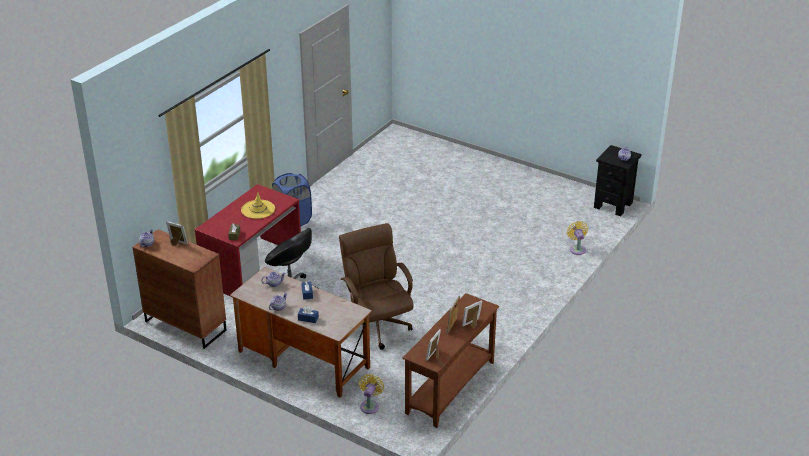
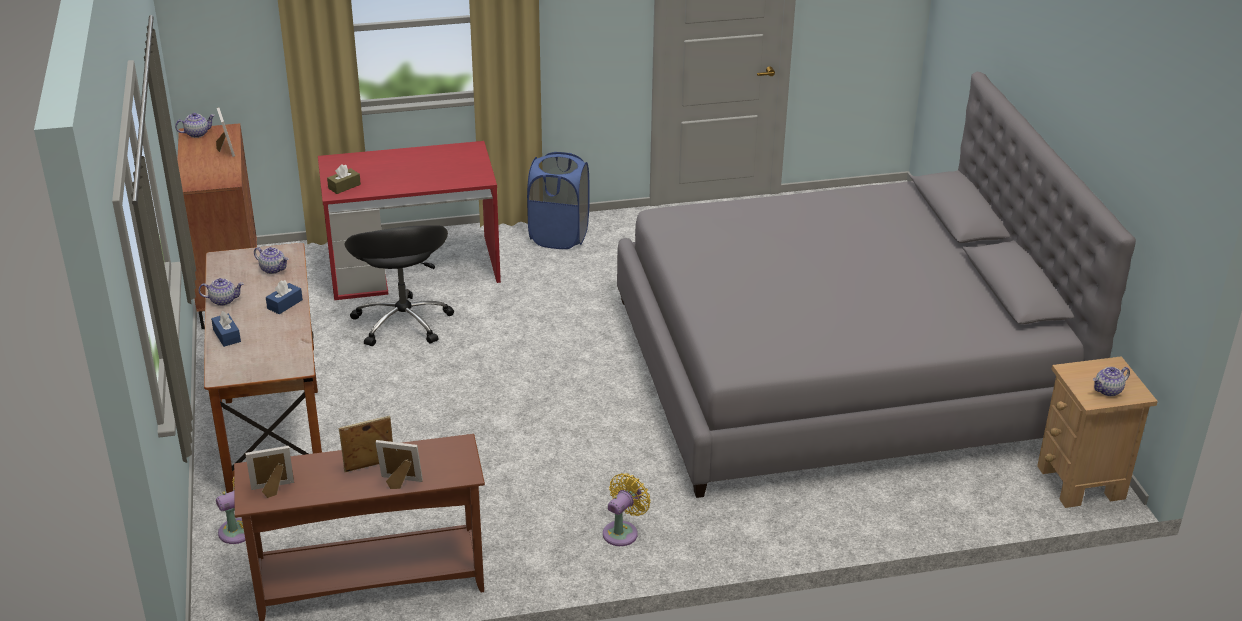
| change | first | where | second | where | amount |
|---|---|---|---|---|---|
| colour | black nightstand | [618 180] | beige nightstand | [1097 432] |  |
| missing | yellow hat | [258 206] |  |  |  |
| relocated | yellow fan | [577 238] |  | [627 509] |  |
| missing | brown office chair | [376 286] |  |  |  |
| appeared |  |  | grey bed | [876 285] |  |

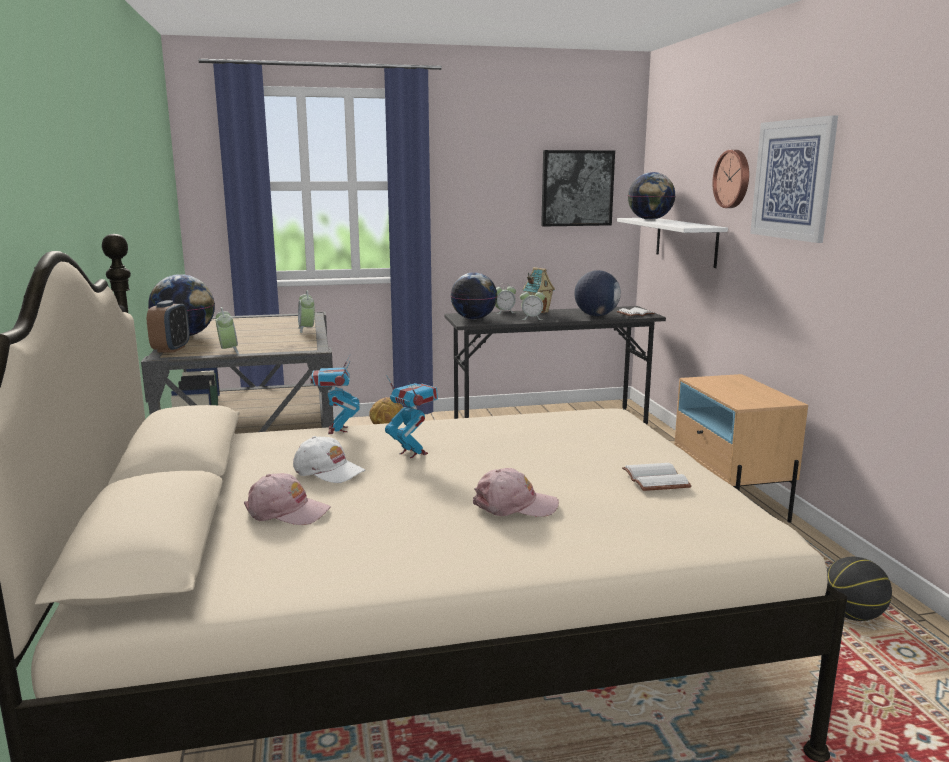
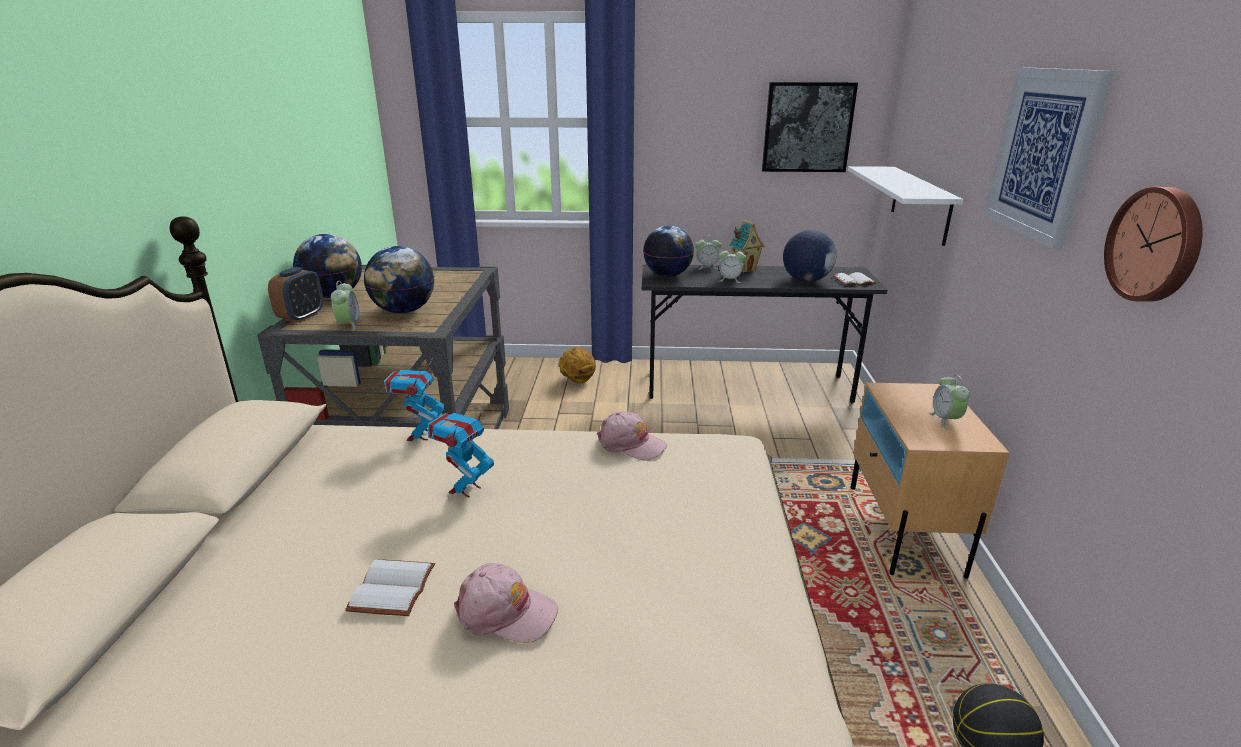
| change | first | where | second | where | amount |
|---|---|---|---|---|---|
| relocated | wall clock | [731 179] |  | [1153 244] |  |
| relocated | globe | [651 196] |  | [399 280] |  |
| relocated | alarm clock | [306 311] |  | [949 402] |  |
| spun | toy robot | [411 416] |  | [461 451] | 120 degrees counterclockwise |
| missing | white cap | [329 459] |  |  |  |
| relocated | white book | [657 477] |  | [390 587] |  |
| relocated | pink cap | [287 499] |  | [632 436] |  |

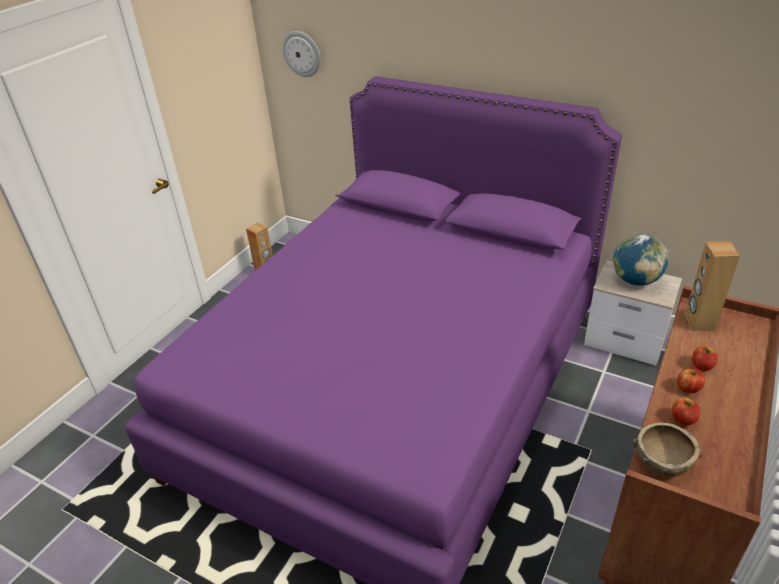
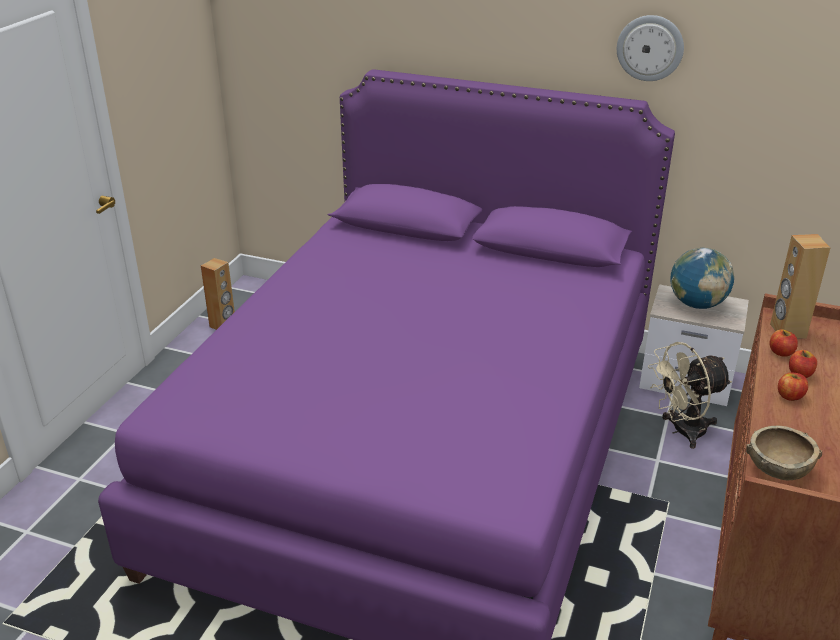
| change | first | where | second | where | amount |
|---|---|---|---|---|---|
| relocated | wall clock | [301 54] |  | [650 48] |  |
| relocated | apple | [686 411] |  | [784 343] |  |
| appeared |  |  | beige fan | [690 395] |  |

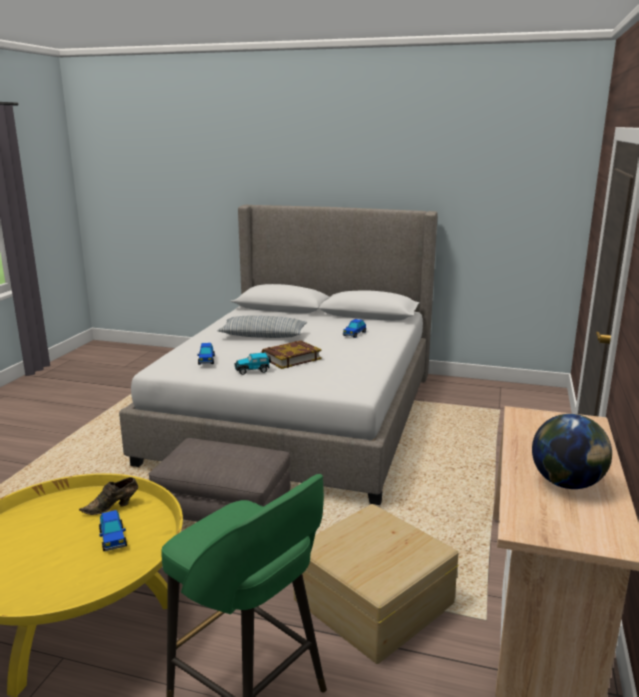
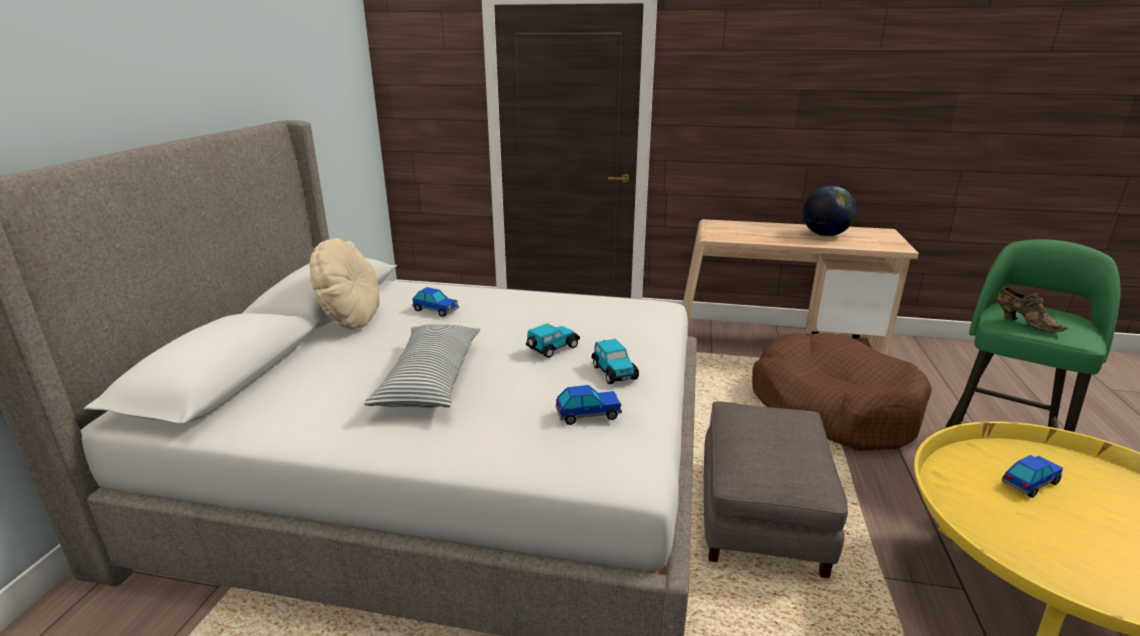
| change | first | where | second | where | amount |
|---|---|---|---|---|---|
| exchanged | book | [291 354] | toy car | [553 341] |  |
| relocated | brown shoe | [108 496] |  | [1032 309] |  |
| exchanged | beige storage box | [376 584] | brown dog bed | [842 392] |  |
| appeared |  |  | beige pillow | [345 284] |  |

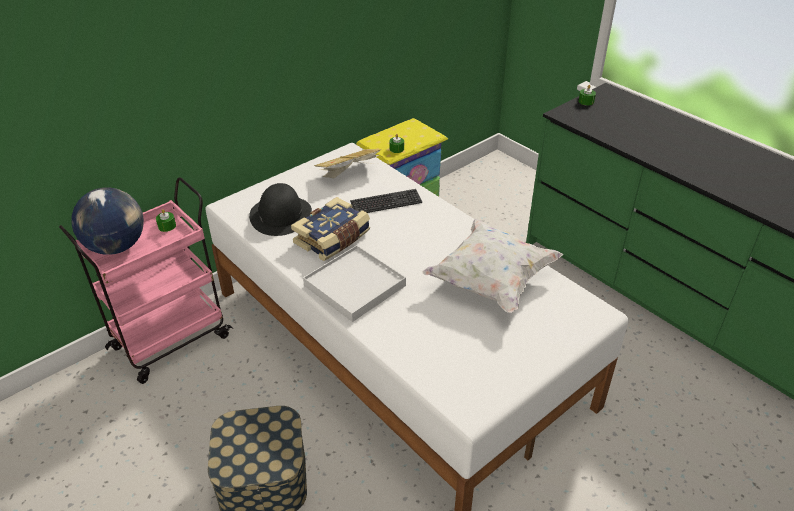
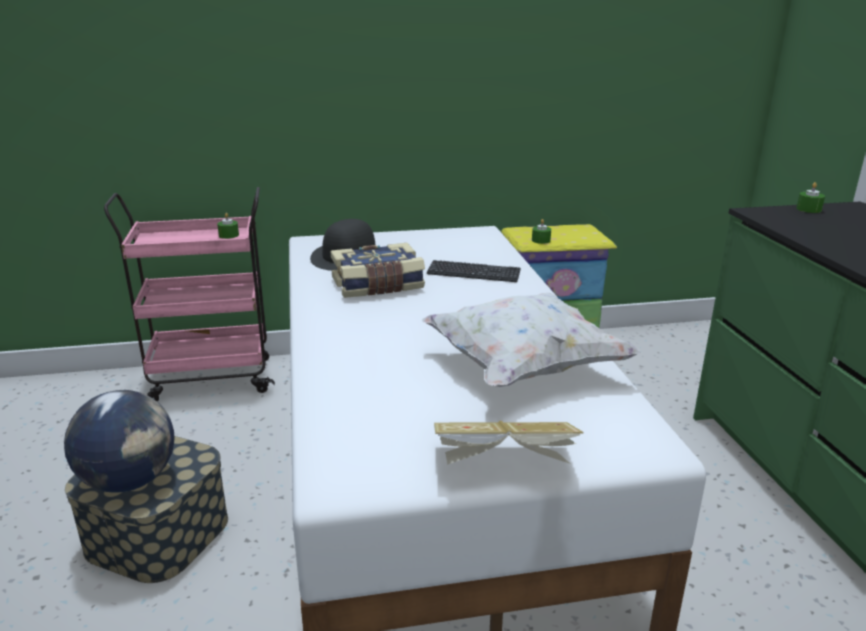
| change | first | where | second | where | amount |
|---|---|---|---|---|---|
| relocated | book | [347 163] |  | [509 443] |  |
| relocated | globe | [107 221] |  | [119 441] |  |
| missing | white tray | [354 283] |  |  |  |

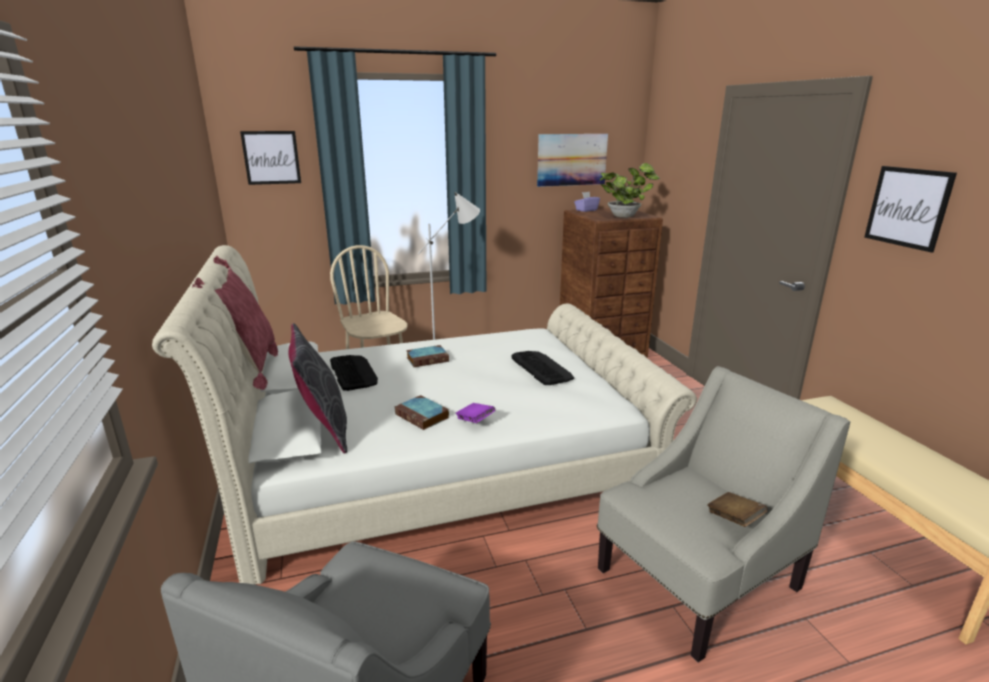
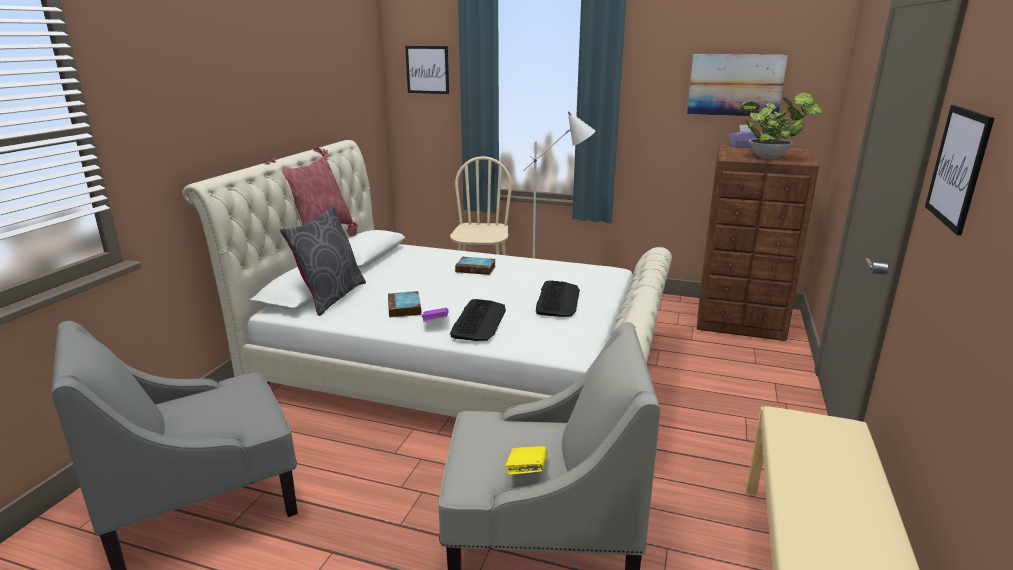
| change | first | where | second | where | amount |
|---|---|---|---|---|---|
| relocated | keyboard | [354 373] |  | [478 320] |  |
| colour | brown book | [737 509] | yellow book | [526 460] |  |

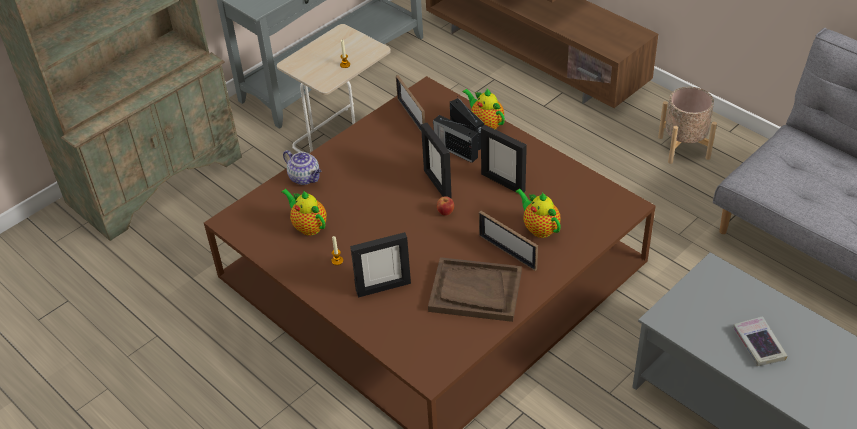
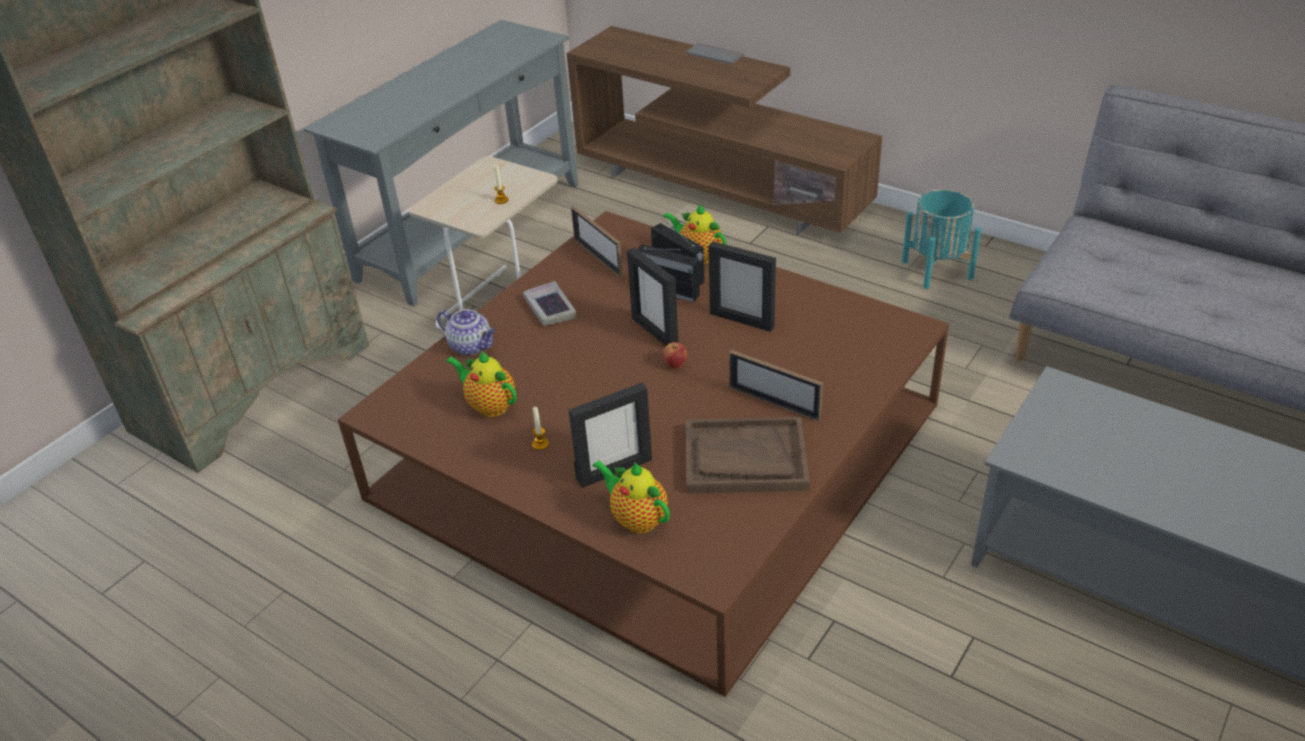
| change | first | where | second | where | amount |
|---|---|---|---|---|---|
| colour | beige planter | [687 125] | turquoise planter | [941 239] |  |
| relocated | teapot | [538 213] |  | [631 496] |  |
| relocated | book | [760 341] |  | [550 303] |  |

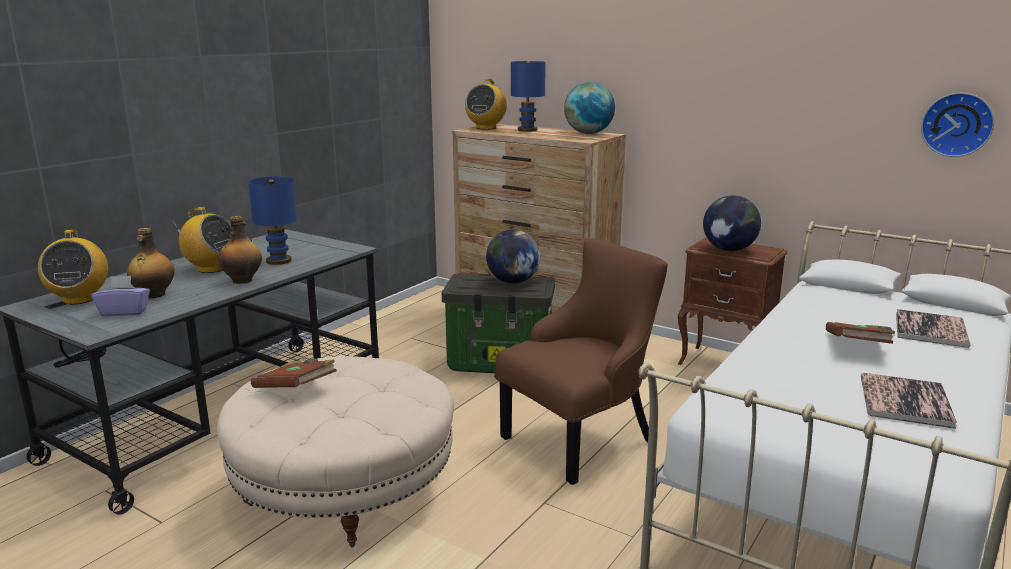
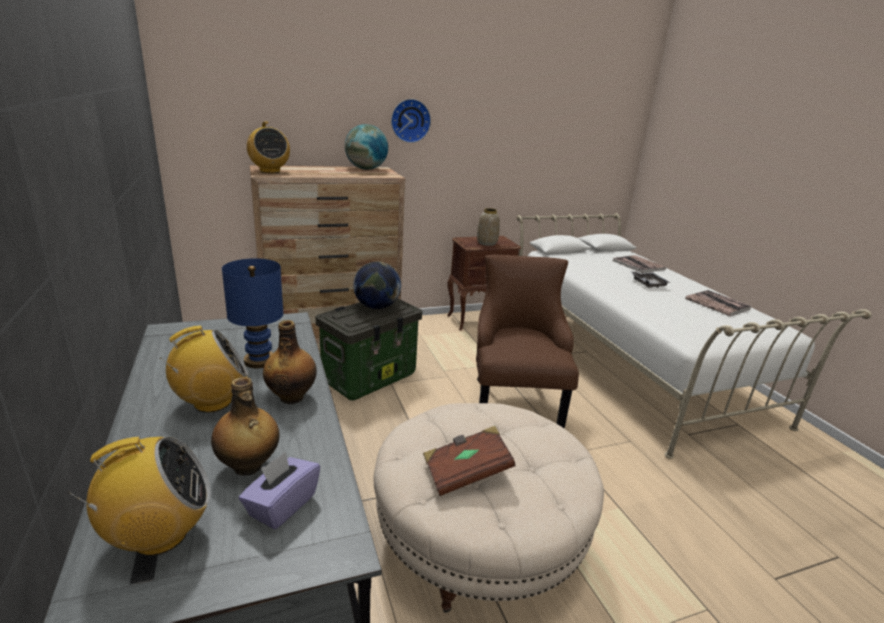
| change | first | where | second | where | amount |
|---|---|---|---|---|---|
| missing | blue table lamp | [528 96] |  |  |  |
| relocated | wall clock | [957 125] |  | [411 121] |  |
| exchanged | globe | [732 223] | vase | [488 227] |  |
| spun | radio | [73 267] |  | [139 496] | 45 degrees counterclockwise |
| exchanged | brown book | [860 333] | grey tray | [650 279] |  |

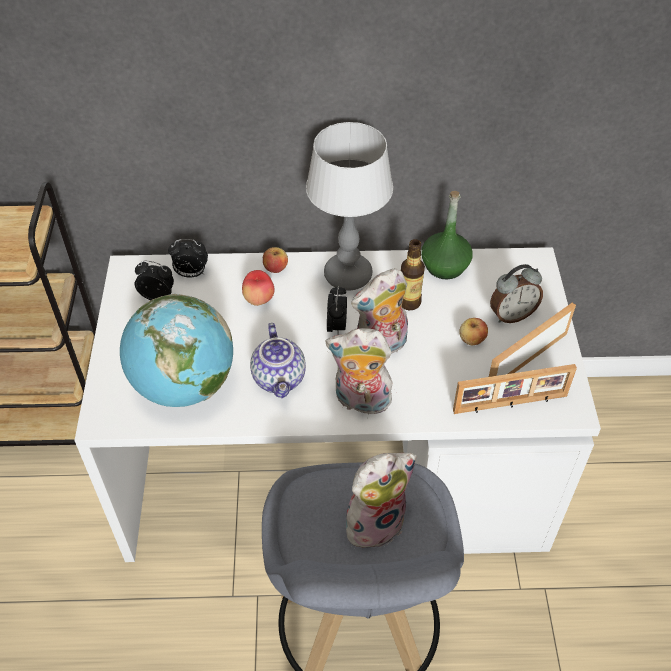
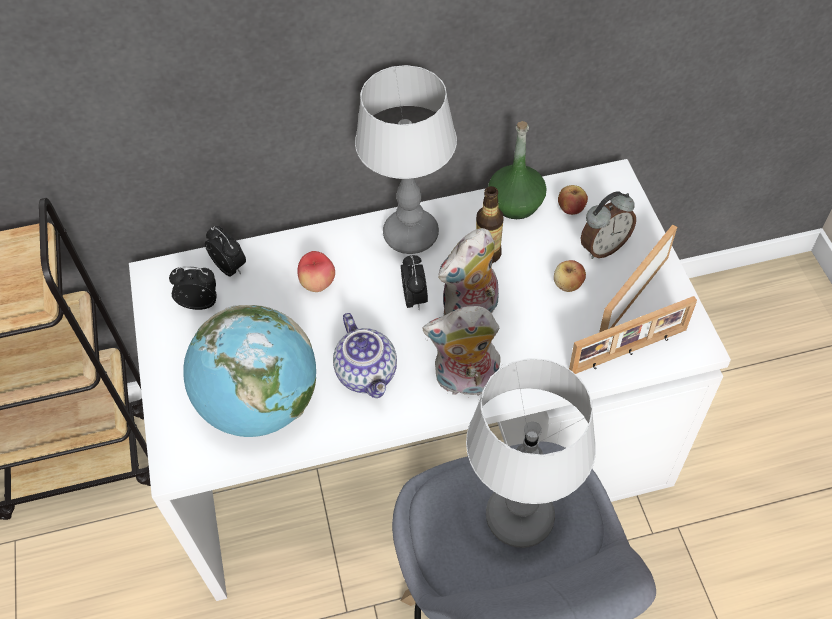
| change | first | where | second | where | amount |
|---|---|---|---|---|---|
| spun | alarm clock | [188 258] |  | [225 251] | 120 degrees counterclockwise |
| relocated | apple | [275 260] |  | [573 200] |  |
| exchanged | plush toy | [381 500] | table lamp | [531 453] |  |

